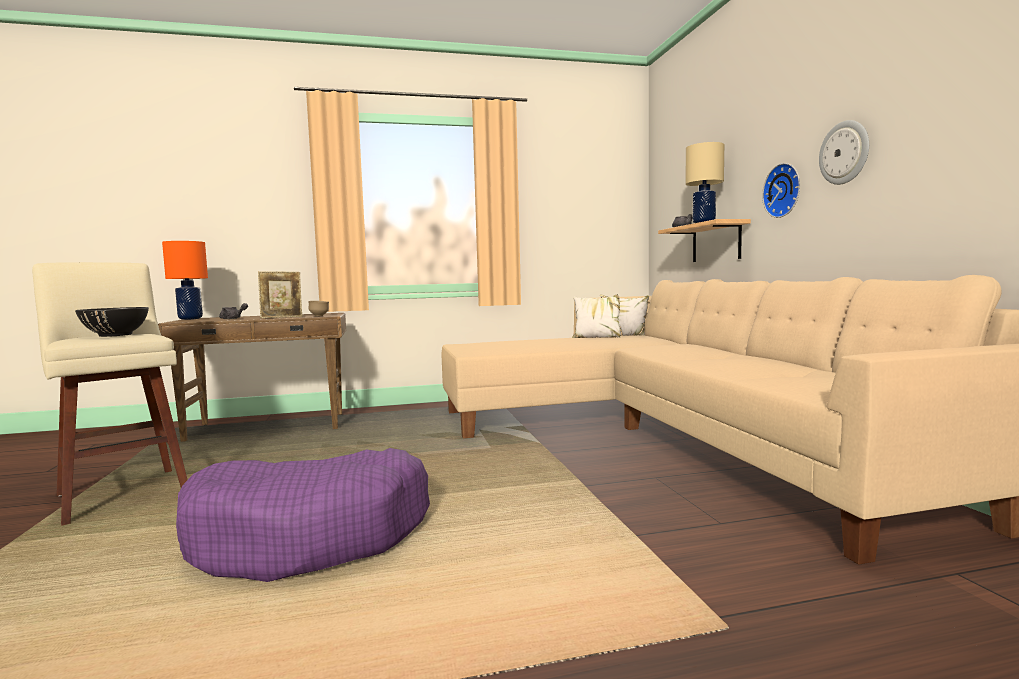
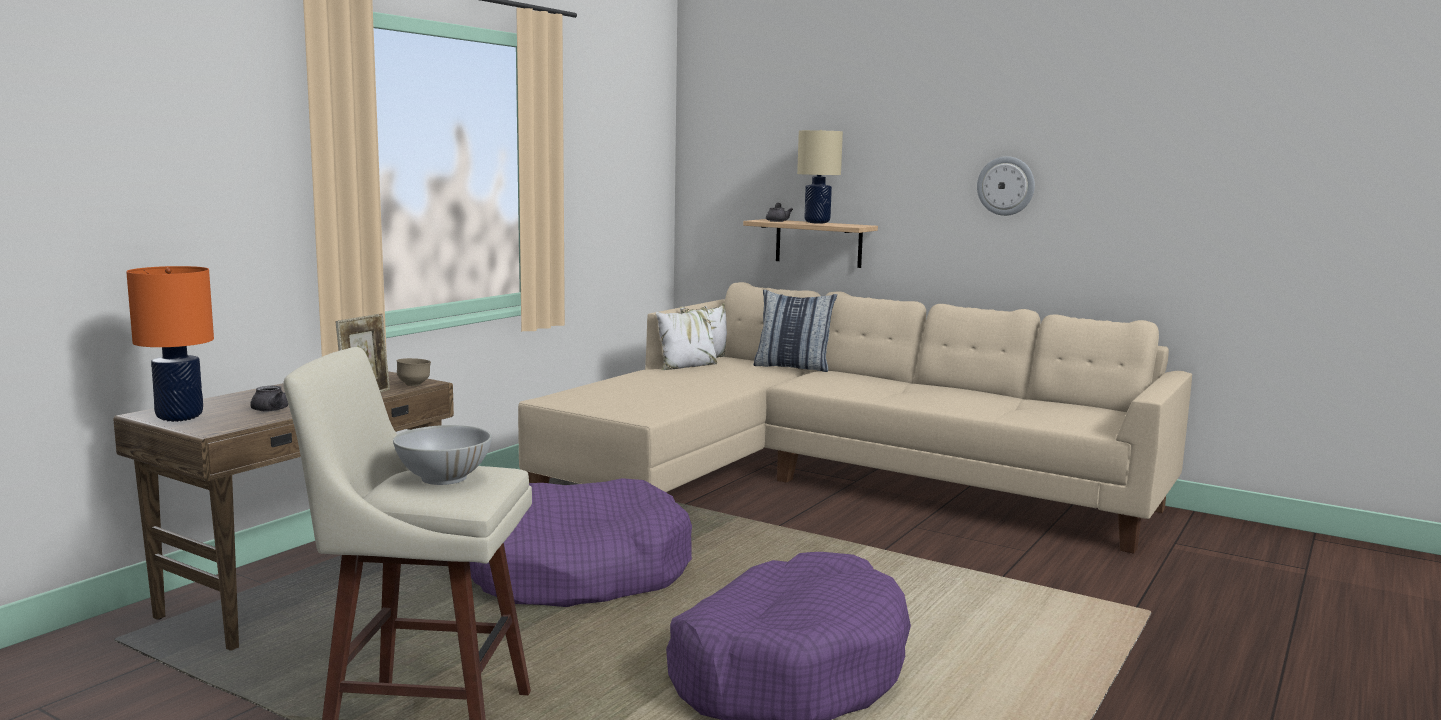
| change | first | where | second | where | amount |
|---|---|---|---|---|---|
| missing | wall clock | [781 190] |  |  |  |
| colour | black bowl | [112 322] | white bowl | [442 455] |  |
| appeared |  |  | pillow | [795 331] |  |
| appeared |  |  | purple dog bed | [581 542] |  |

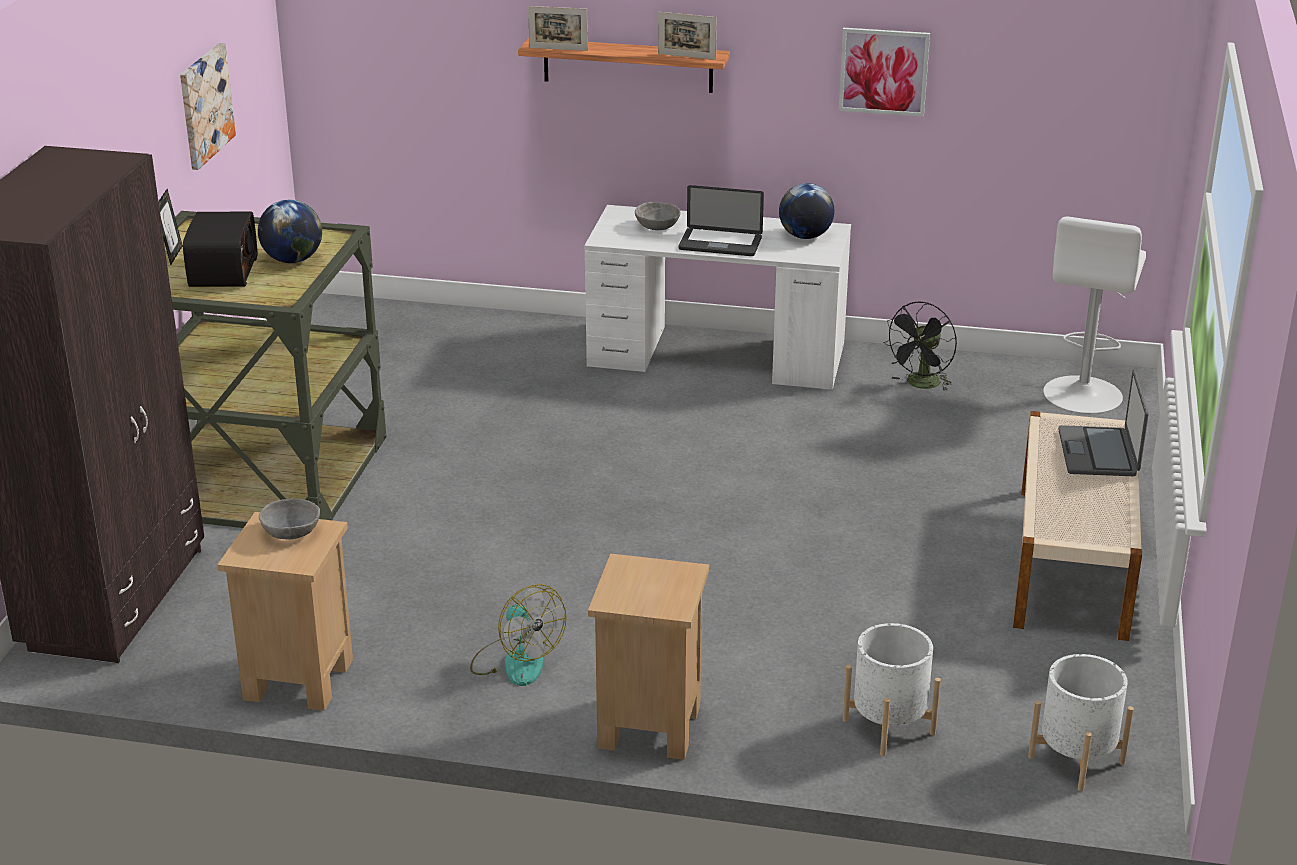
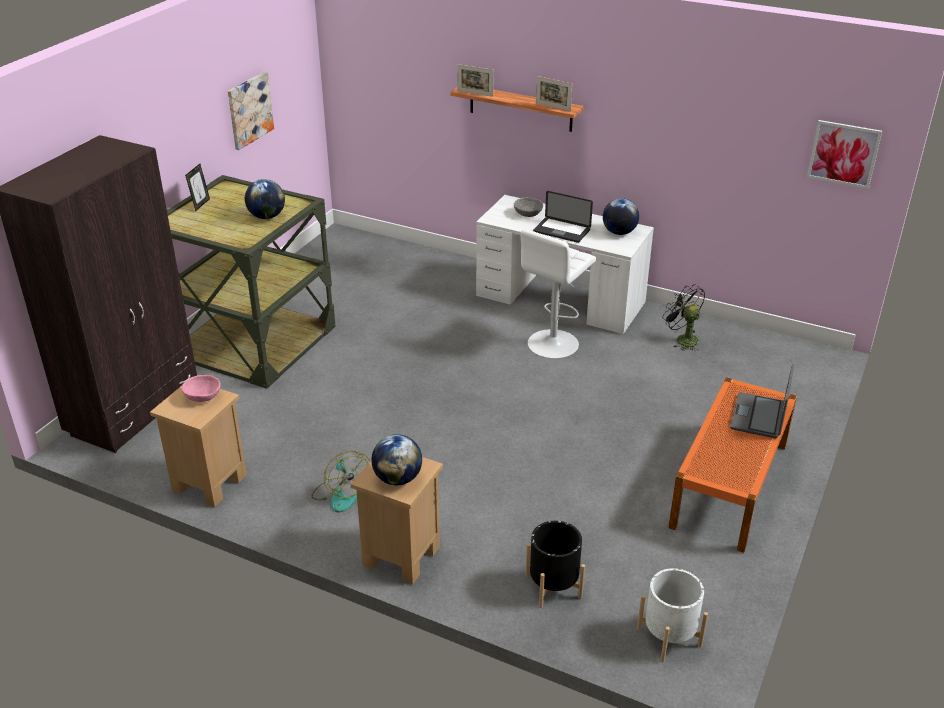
| change | first | where | second | where | amount |
|---|---|---|---|---|---|
| relocated | picture | [884 72] |  | [844 154] |  |
| missing | radio | [220 249] |  |  |  |
| relocated | white stool | [1094 315] |  | [558 293] |  |
| spun | black fan | [920 346] |  | [683 317] | 90 degrees clockwise |
| colour | beige bench | [1077 526] | orange bench | [732 465] |  |
| colour | grey bowl | [289 518] | pink bowl | [201 388] |  |
| colour | white planter | [892 689] | black planter | [555 564] |  |
| appeared |  |  | globe | [396 459] |  |

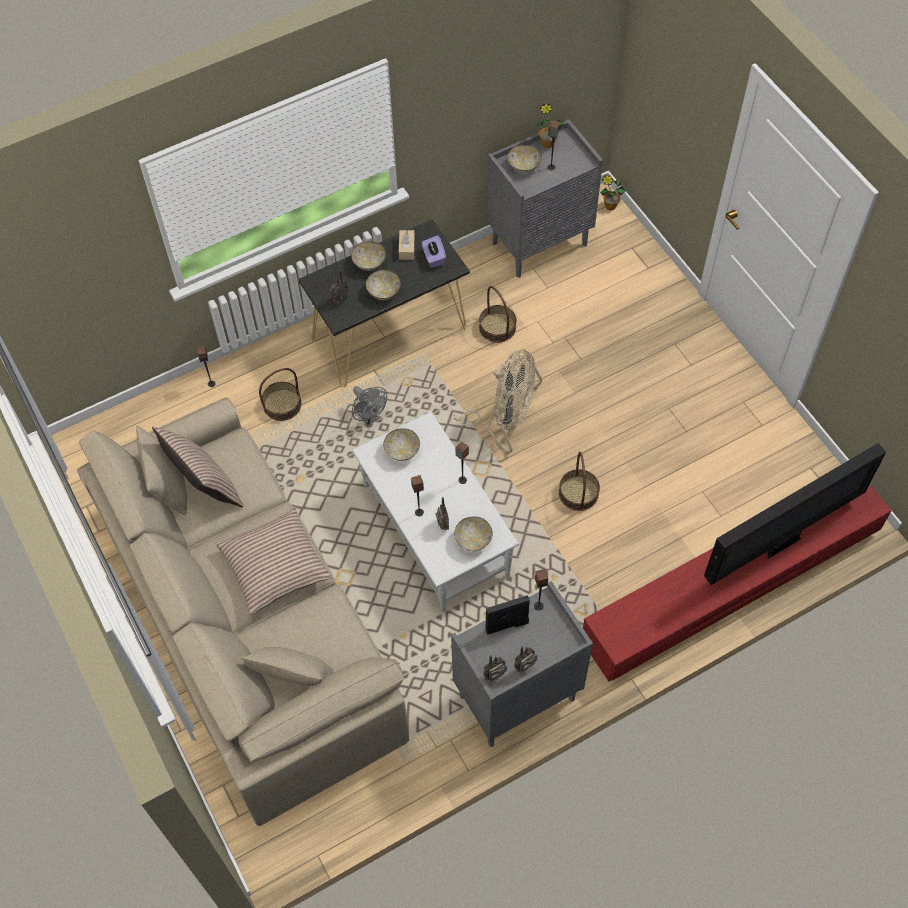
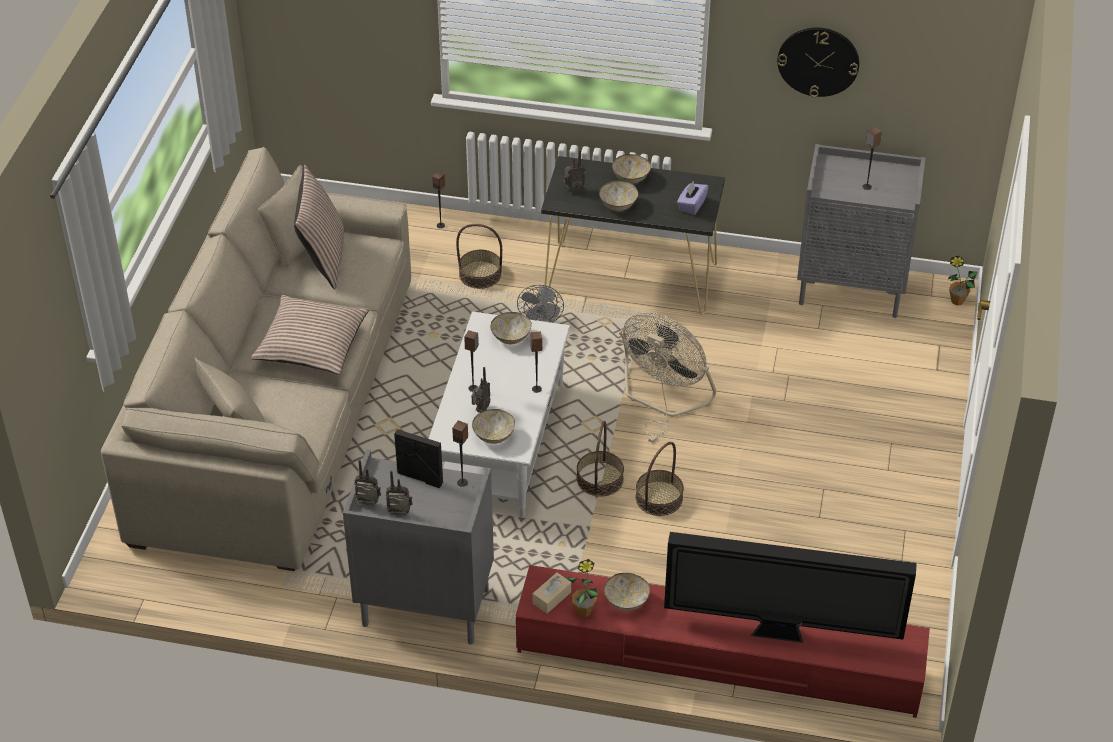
| change | first | where | second | where | amount |
|---|---|---|---|---|---|
| relocated | potted plant | [549 126] |  | [581 588] |  |
| relocated | bowl | [525 159] |  | [627 592] |  |
| relocated | beige tissue box | [407 245] |  | [551 592] |  |
| relocated | basket | [498 314] |  | [600 459] |  |
| spun | beige fan | [497 402] |  | [667 377] | 120 degrees counterclockwise |
| appeared |  |  | wall clock | [818 62] |  |

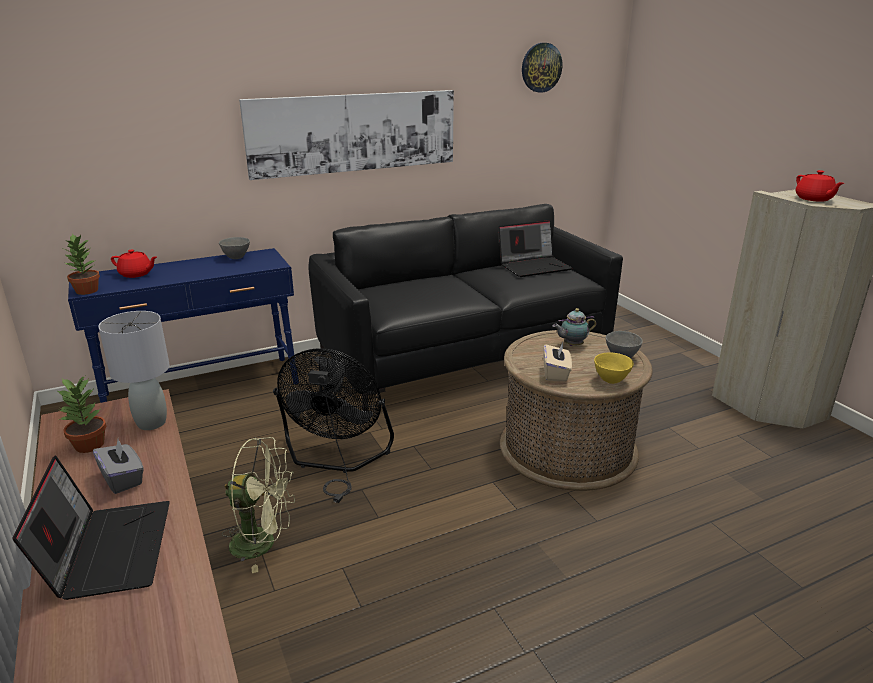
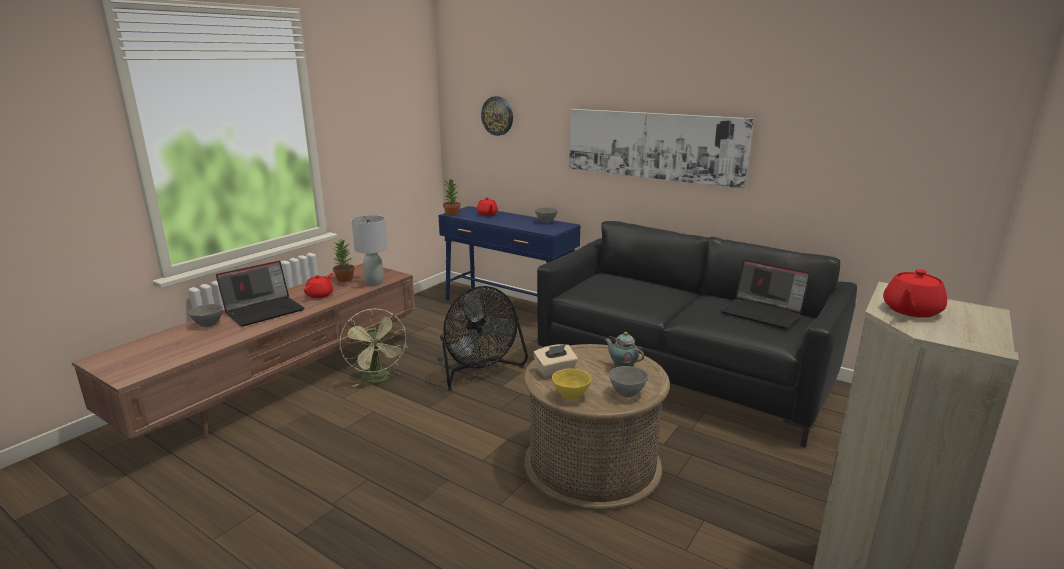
| change | first | where | second | where | amount |
|---|---|---|---|---|---|
| relocated | wall clock | [542 68] |  | [497 116] |  |
| spun | black fan | [333 425] |  | [482 338] | 75 degrees clockwise |
| exchanged | grey tissue box | [118 466] | red teapot | [318 285] |  |
| appeared |  |  | grey bowl | [205 315] |  |

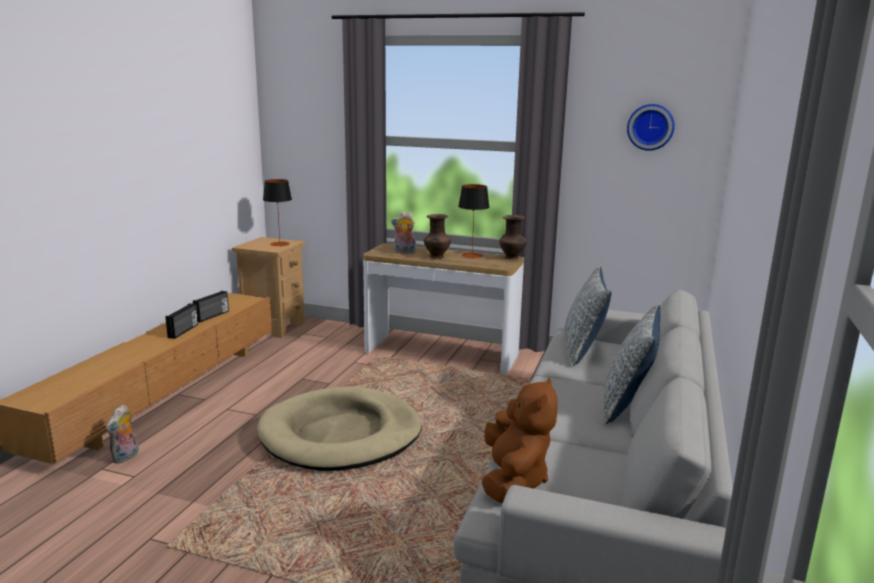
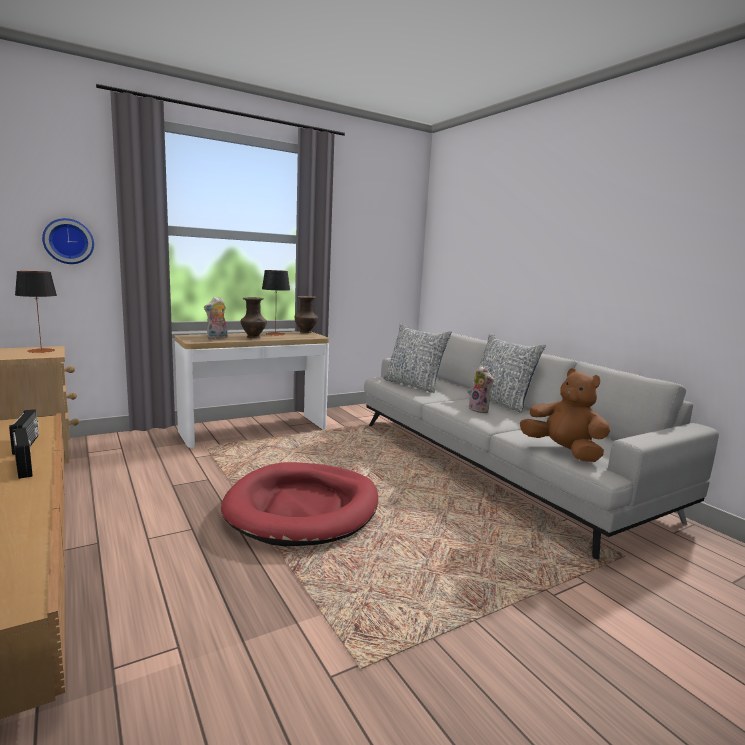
| change | first | where | second | where | amount |
|---|---|---|---|---|---|
| relocated | wall clock | [651 127] |  | [68 241] |  |
| colour | beige dog bed | [339 429] | red dog bed | [299 504] |  |
| relocated | plush toy | [122 434] |  | [481 389] |  |

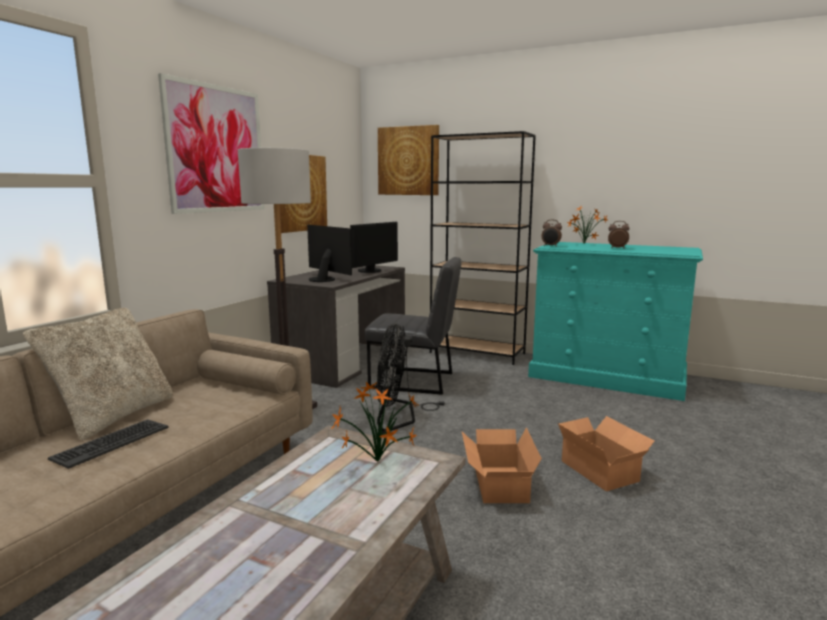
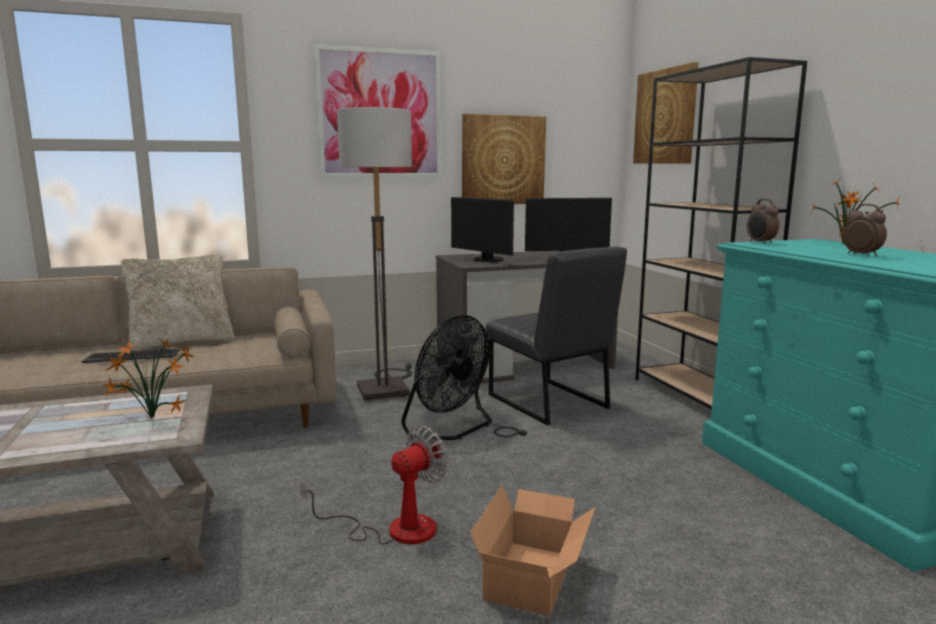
| change | first | where | second | where | amount |
|---|---|---|---|---|---|
| spun | monitor | [329 253] |  | [482 229] | 135 degrees clockwise |
| exchanged | cardboard box | [502 465] | fan | [374 485] |  |

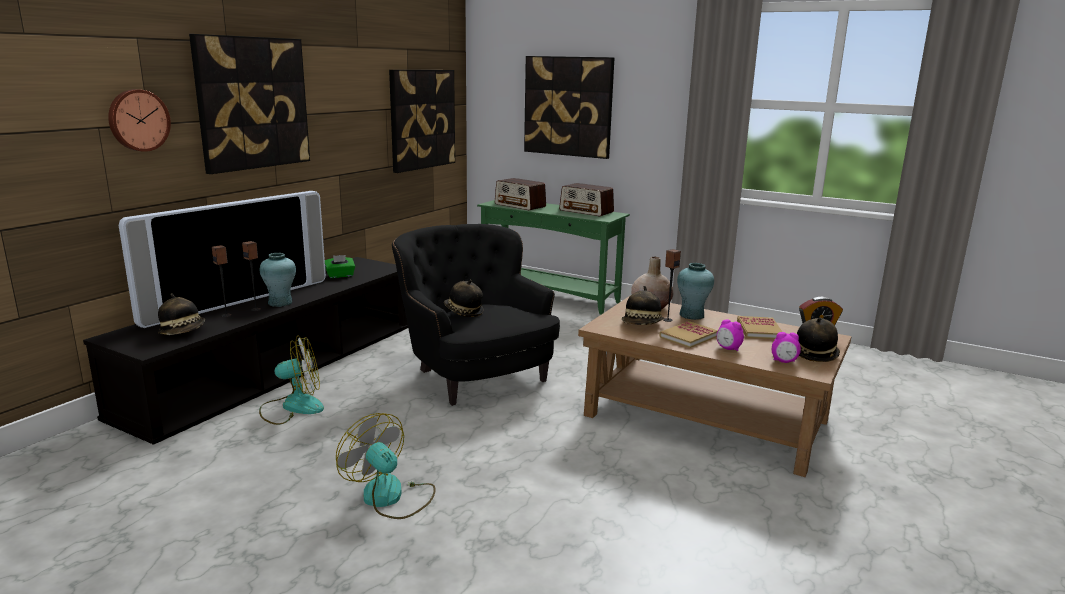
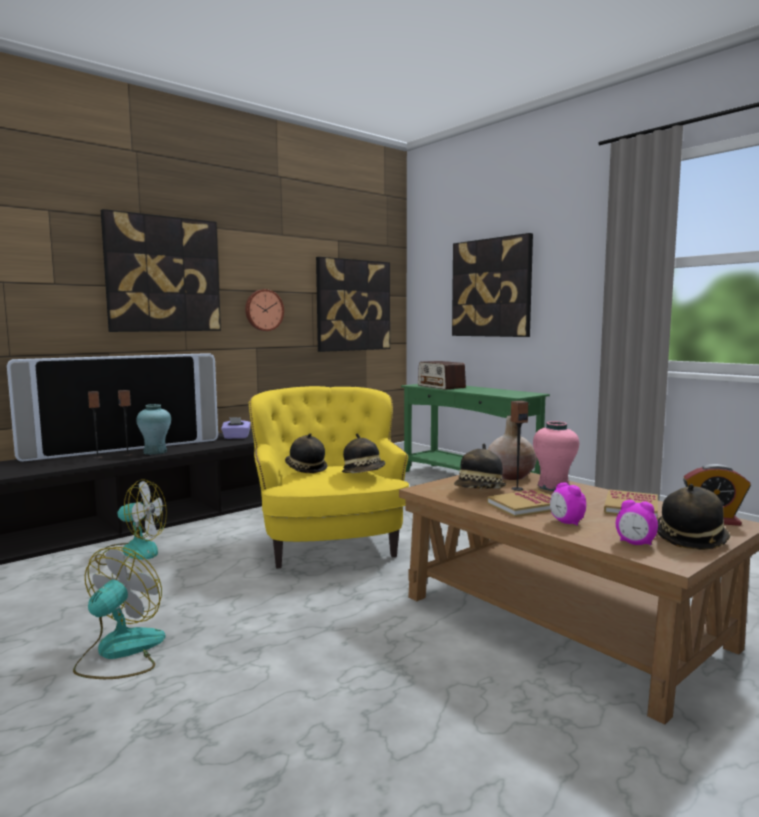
| change | first | where | second | where | amount |
|---|---|---|---|---|---|
| relocated | wall clock | [139 120] |  | [264 310] |  |
| missing | radio | [586 199] |  |  |  |
| colour | black armchair | [476 315] | yellow armchair | [329 477] |  |
| colour | green tissue box | [340 266] | purple tissue box | [236 428] |  |
| colour | turquoise vase | [695 291] | pink vase | [556 456] |  |
| relocated | hat | [181 314] |  | [363 453] |  |
| spun | fan | [386 466] |  | [119 613] | 45 degrees clockwise |

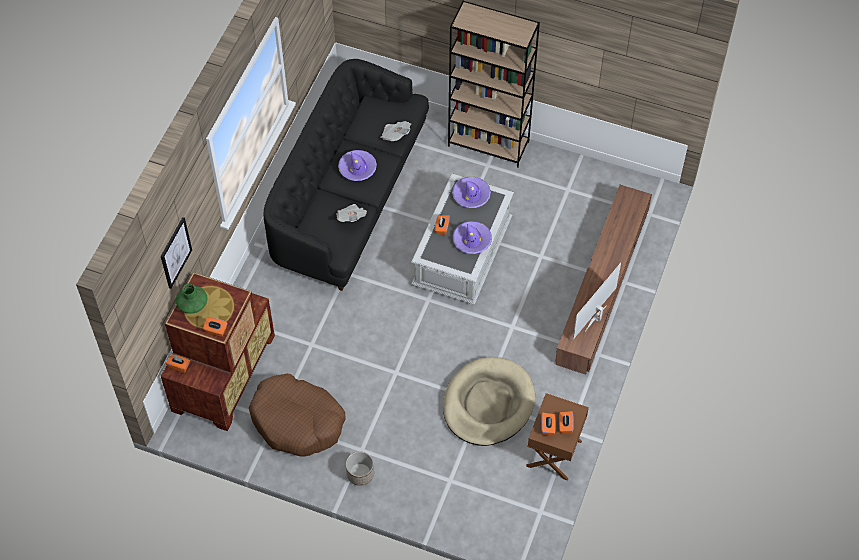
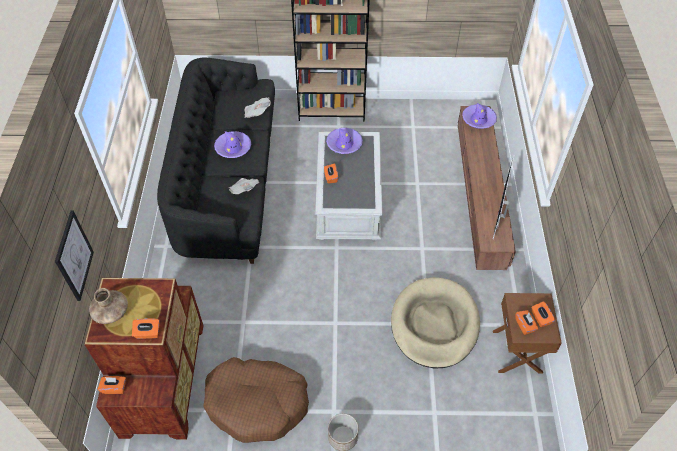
| change | first | where | second | where | amount |
|---|---|---|---|---|---|
| relocated | purple hat | [472 237] |  | [479 116] |  |
| colour | green vase | [192 298] | brown vase | [108 306] |  |

